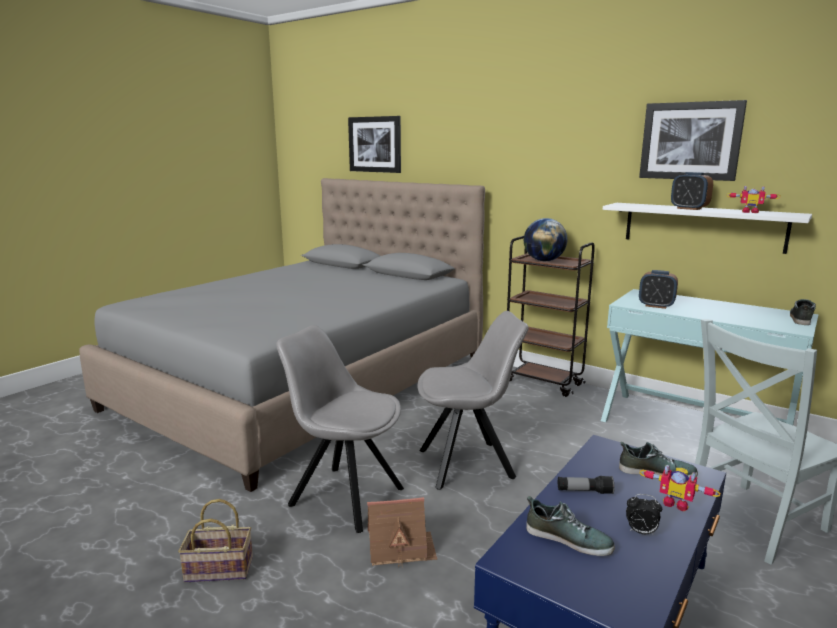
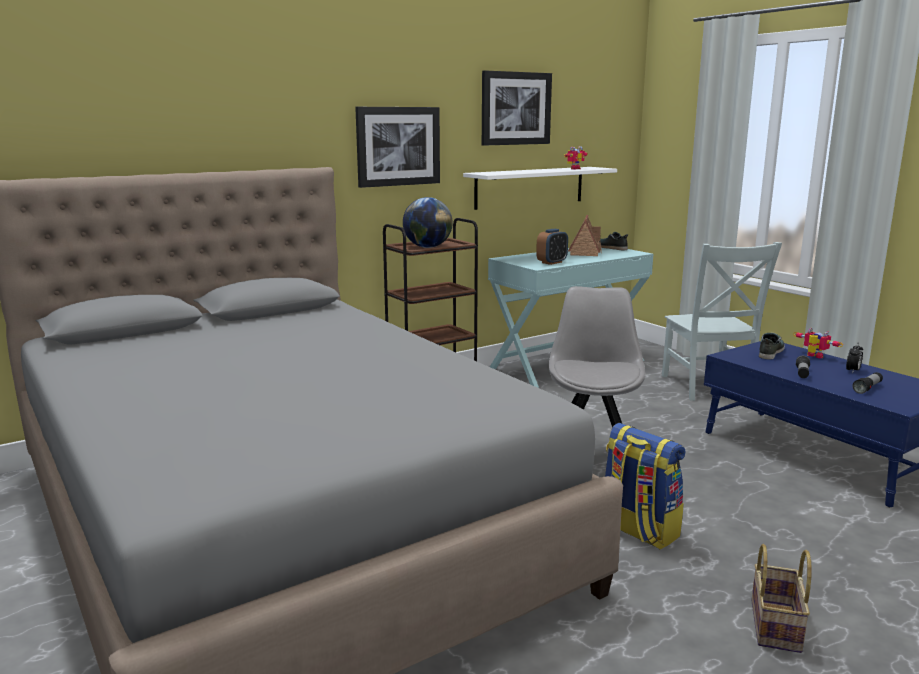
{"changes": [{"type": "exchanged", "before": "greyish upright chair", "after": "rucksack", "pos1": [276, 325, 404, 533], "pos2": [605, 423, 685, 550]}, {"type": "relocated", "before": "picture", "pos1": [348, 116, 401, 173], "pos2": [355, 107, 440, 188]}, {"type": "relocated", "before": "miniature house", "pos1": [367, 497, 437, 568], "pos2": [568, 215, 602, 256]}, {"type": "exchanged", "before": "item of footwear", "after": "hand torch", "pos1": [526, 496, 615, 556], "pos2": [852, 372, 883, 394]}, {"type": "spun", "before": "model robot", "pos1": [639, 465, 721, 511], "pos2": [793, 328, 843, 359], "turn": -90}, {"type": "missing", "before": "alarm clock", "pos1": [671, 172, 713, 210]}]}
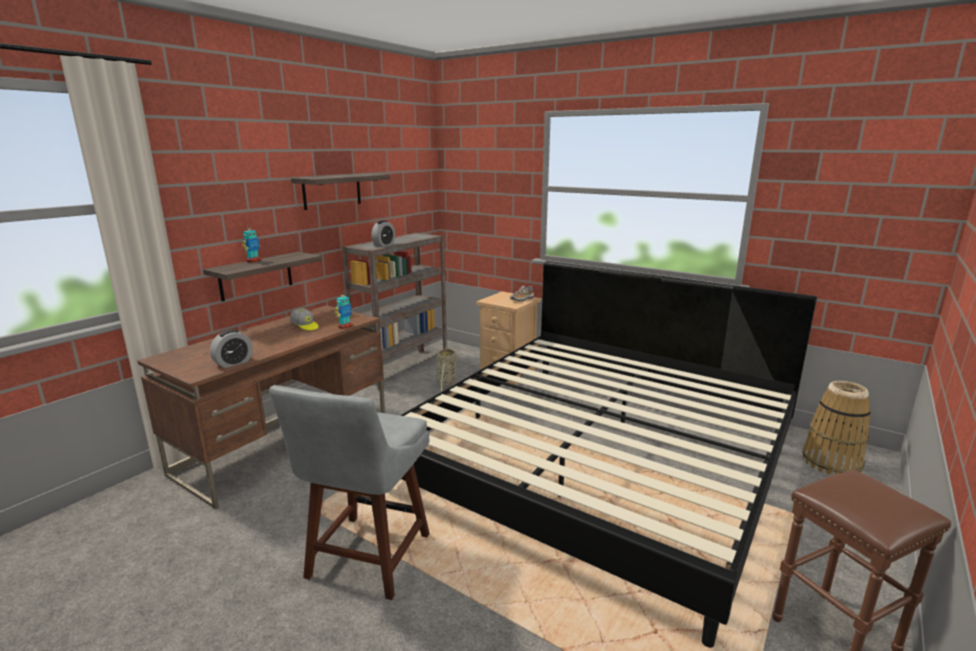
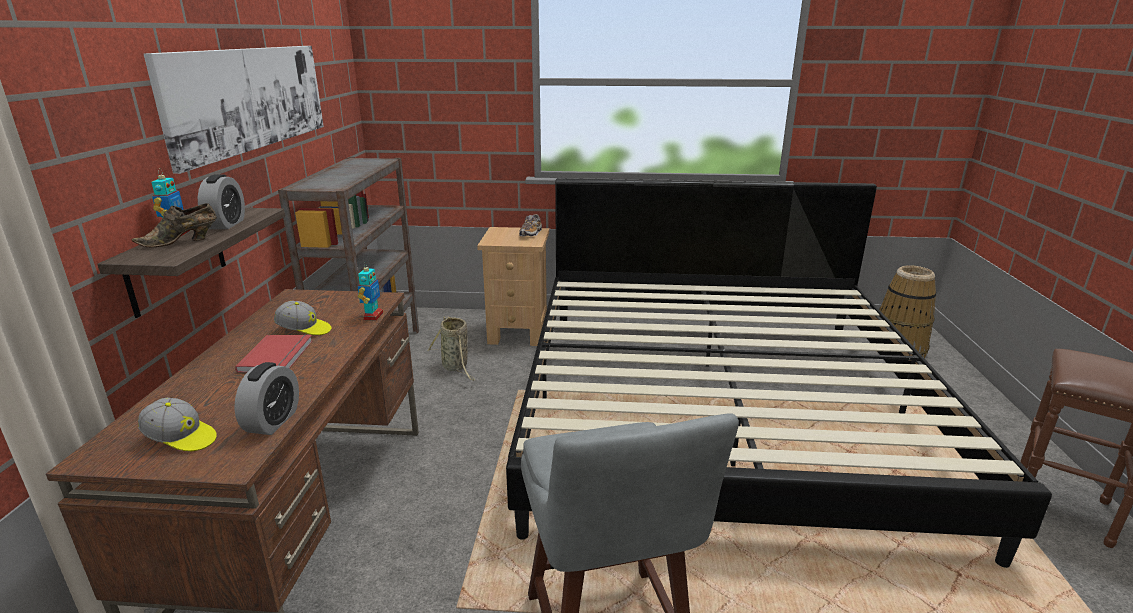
{"changes": [{"type": "exchanged", "before": "wall shelf", "after": "picture", "pos1": [291, 174, 390, 210], "pos2": [144, 46, 324, 174]}, {"type": "relocated", "before": "alarm clock", "pos1": [372, 220, 395, 246], "pos2": [198, 174, 245, 229]}, {"type": "appeared", "after": "brownish item of footwear", "pos2": [131, 203, 217, 247]}, {"type": "appeared", "after": "cap", "pos2": [138, 398, 217, 451]}, {"type": "appeared", "after": "reddish book", "pos2": [235, 335, 312, 373]}]}
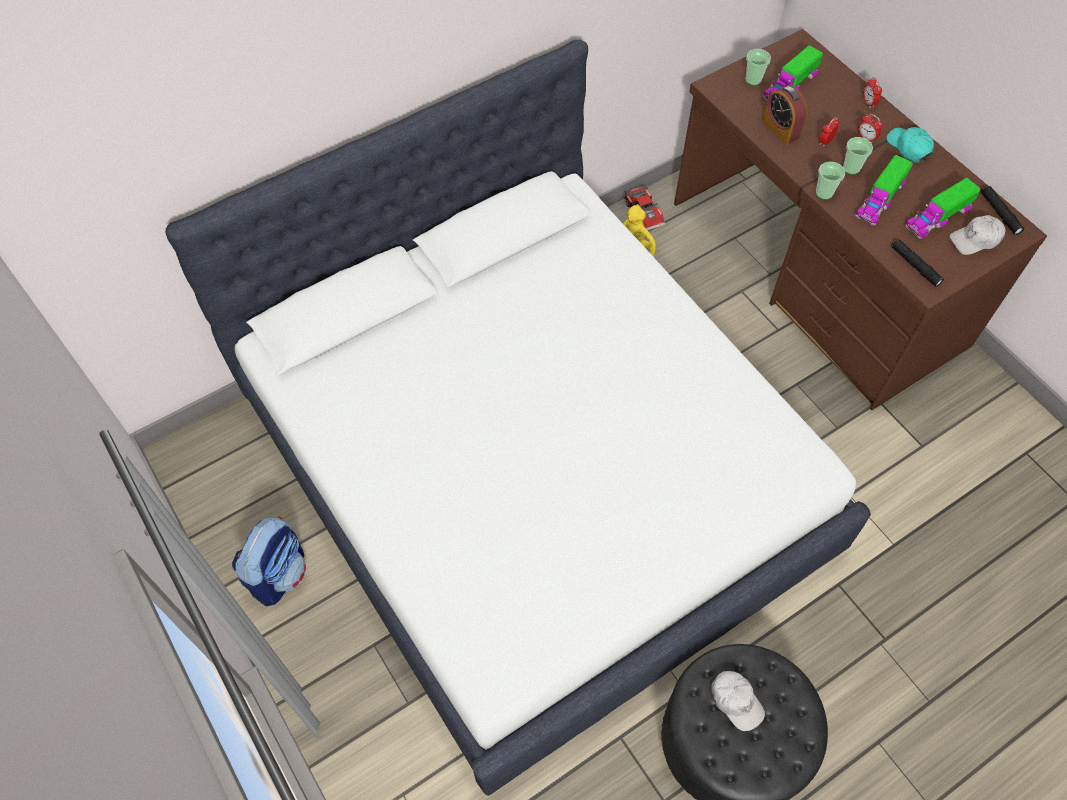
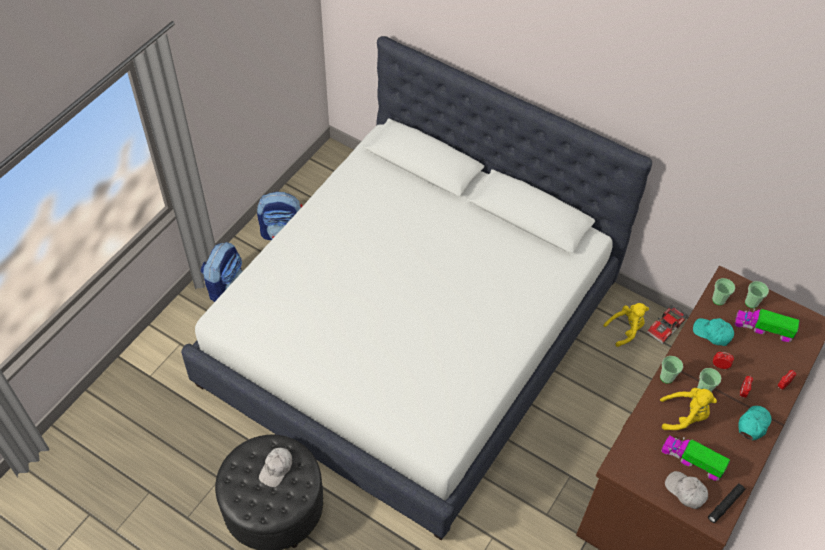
{"changes": [{"type": "exchanged", "before": "alarm clock", "after": "blue-green cap", "pos1": [762, 86, 807, 145], "pos2": [693, 318, 734, 346]}, {"type": "exchanged", "before": "toy truck", "after": "yellowish soft toy", "pos1": [855, 155, 913, 226], "pos2": [660, 388, 717, 430]}, {"type": "missing", "before": "black-coloured hand torch", "pos1": [891, 239, 944, 287]}, {"type": "appeared", "after": "rucksack", "pos2": [201, 242, 243, 302]}, {"type": "appeared", "after": "cup", "pos2": [712, 278, 735, 305]}]}
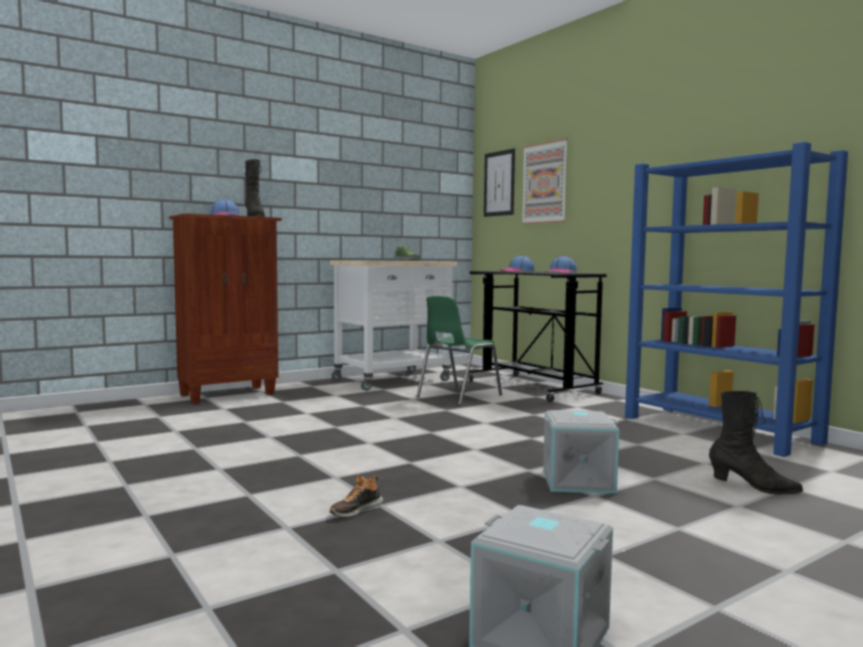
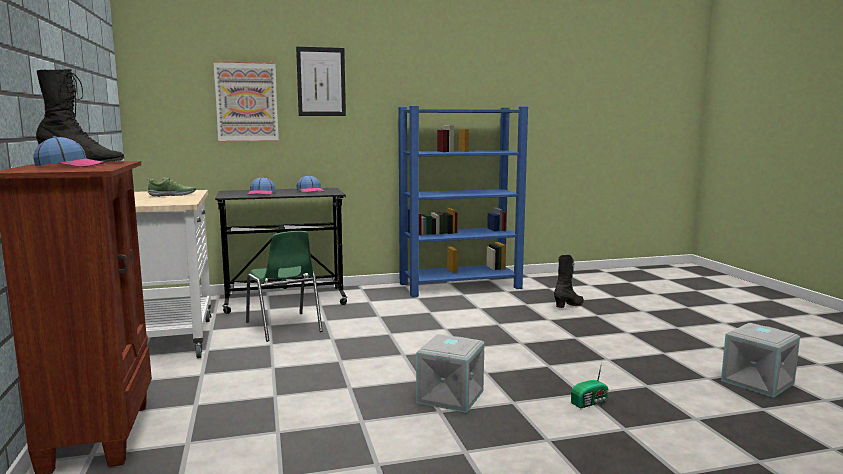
{"changes": [{"type": "exchanged", "before": "item of footwear", "after": "radio", "pos1": [329, 475, 383, 517], "pos2": [571, 362, 609, 408]}, {"type": "relocated", "before": "picture", "pos1": [484, 148, 515, 217], "pos2": [296, 47, 346, 116]}, {"type": "relocated", "before": "greyish storage container", "pos1": [543, 410, 619, 494], "pos2": [416, 334, 484, 413]}]}
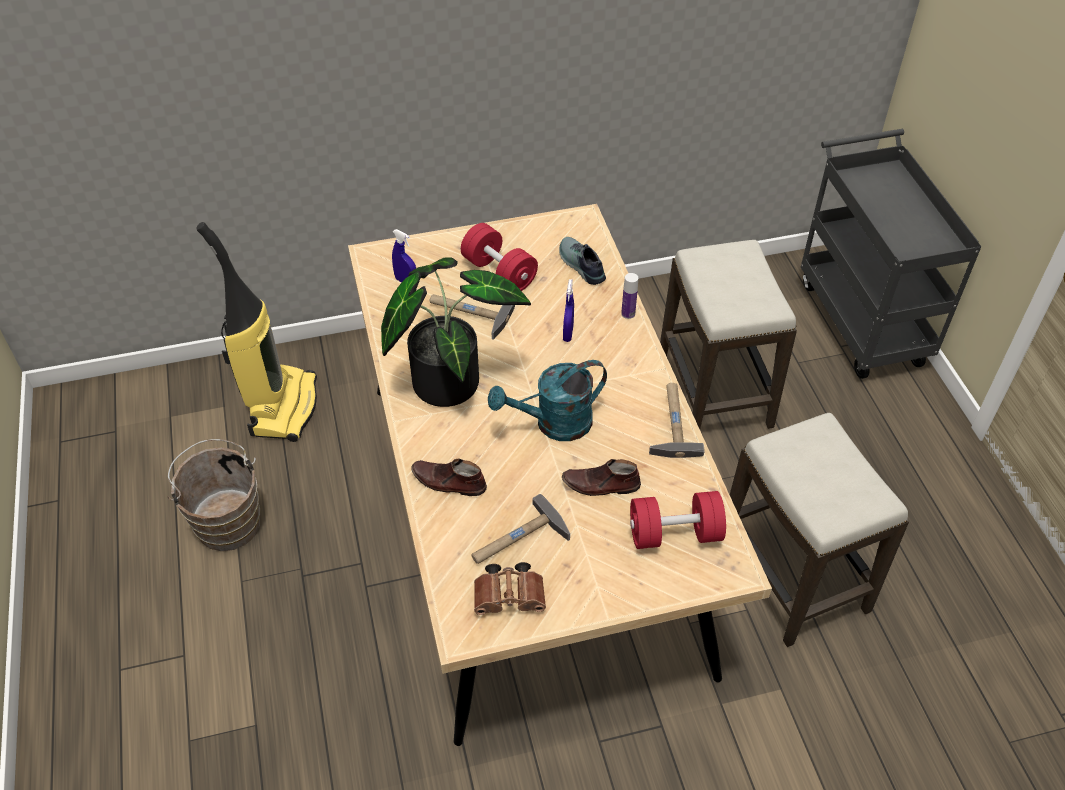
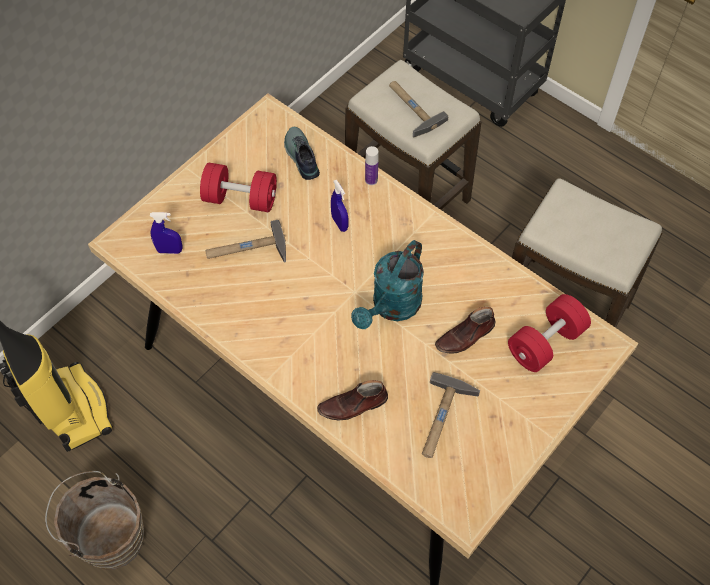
{"changes": [{"type": "missing", "before": "potted plant", "pos1": [381, 257, 531, 407]}, {"type": "missing", "before": "brownish binoculars", "pos1": [474, 562, 546, 615]}, {"type": "spun", "before": "item of footwear", "pos1": [559, 237, 606, 285], "pos2": [284, 127, 320, 180], "turn": 45}, {"type": "relocated", "before": "hand hammer", "pos1": [649, 383, 704, 458], "pos2": [389, 81, 449, 137]}]}
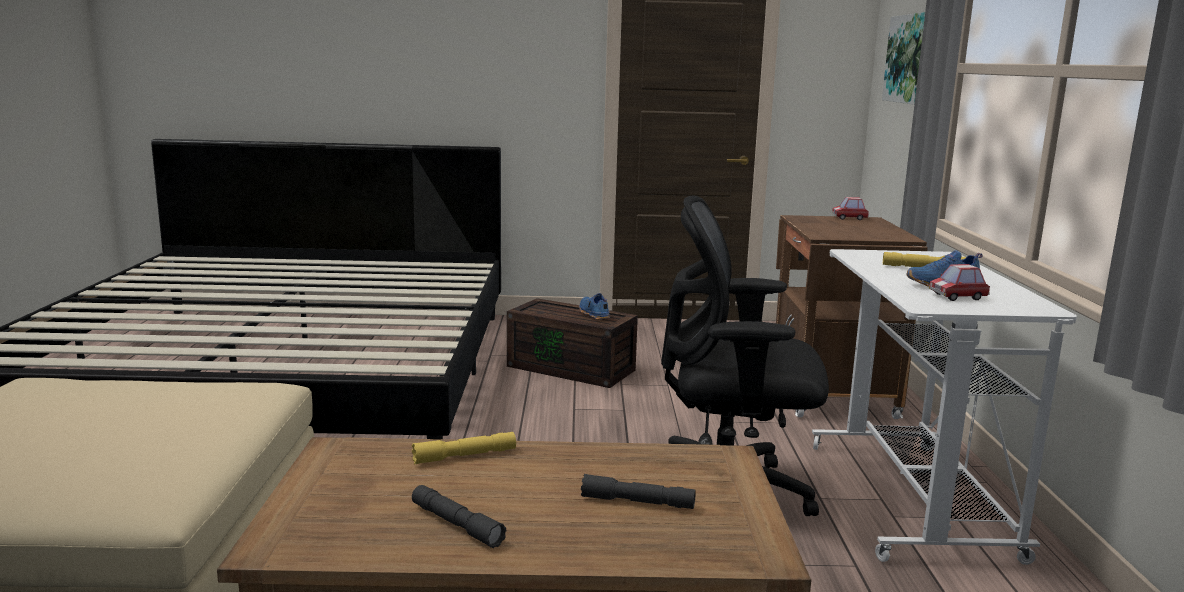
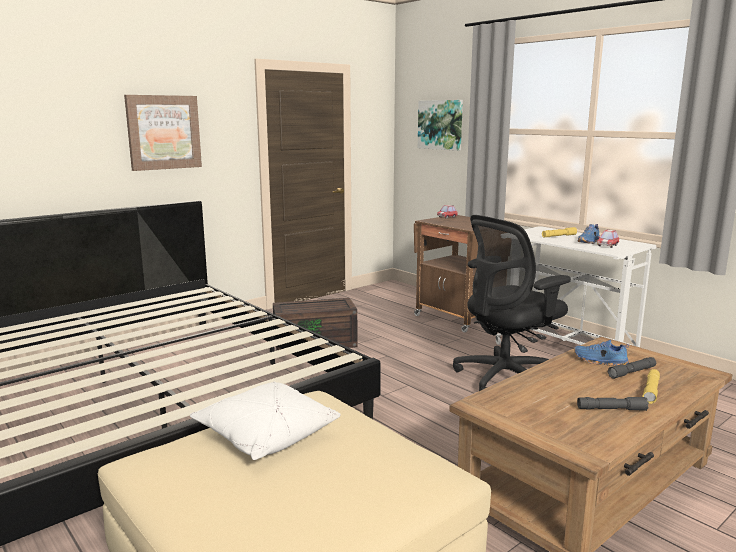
{"changes": [{"type": "relocated", "before": "yellowish hand torch", "pos1": [412, 432, 516, 464], "pos2": [642, 369, 660, 404]}, {"type": "relocated", "before": "bluish item of footwear", "pos1": [579, 293, 610, 320], "pos2": [574, 340, 629, 366]}, {"type": "appeared", "after": "picture", "pos2": [124, 95, 202, 171]}, {"type": "appeared", "after": "white throw pillow", "pos2": [190, 382, 341, 460]}]}
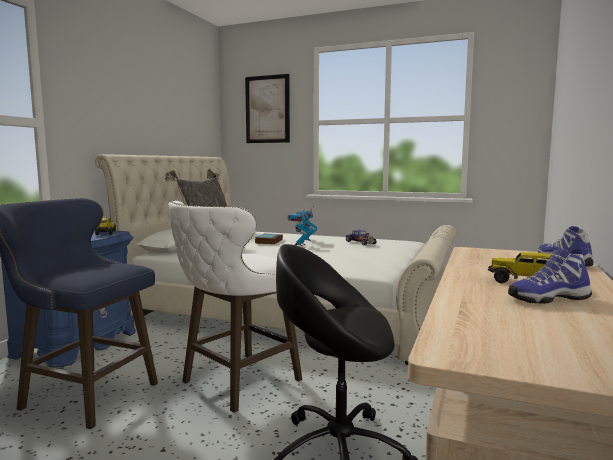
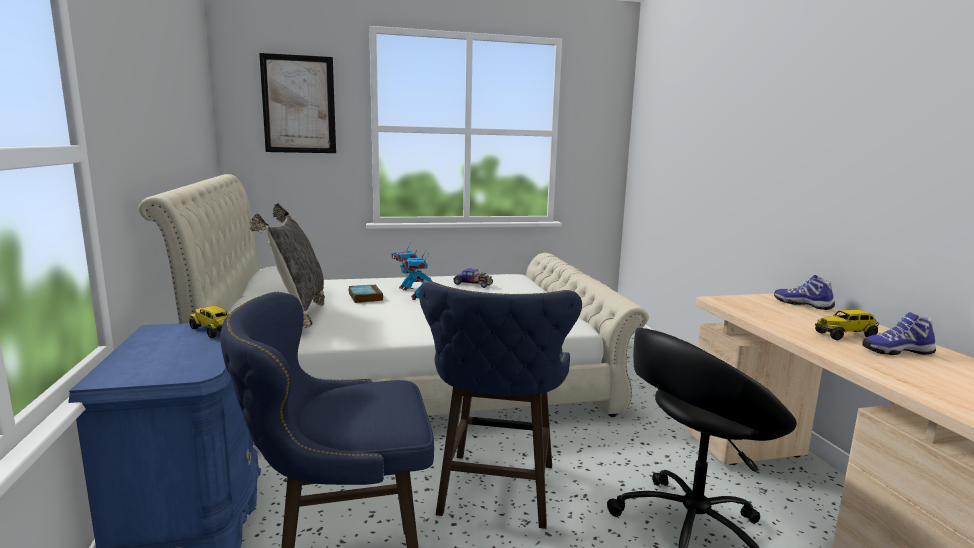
{"changes": [{"type": "colour", "before": "white stool seat", "after": "bluish stool seat", "pos1": [168, 200, 302, 413], "pos2": [419, 281, 582, 529]}, {"type": "spun", "before": "item of footwear", "pos1": [508, 248, 592, 304], "pos2": [862, 312, 936, 355], "turn": 45}]}
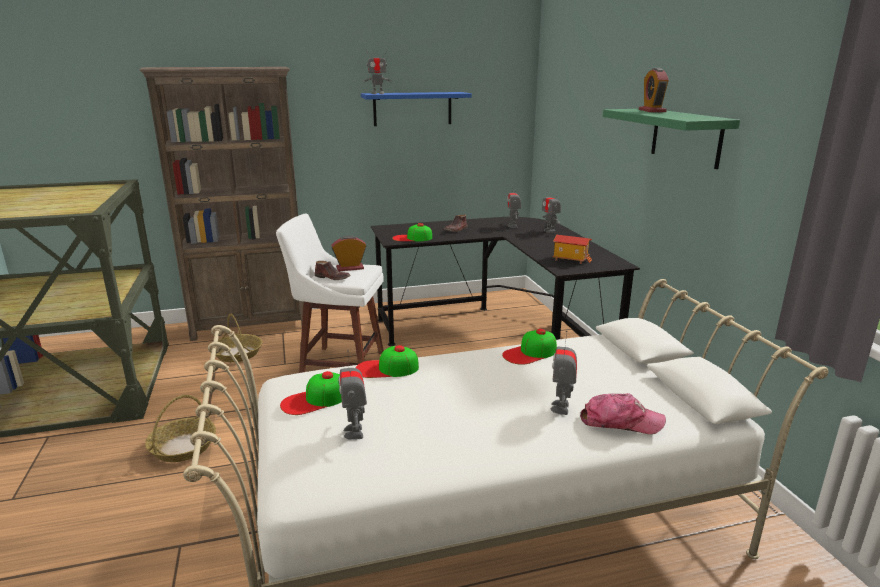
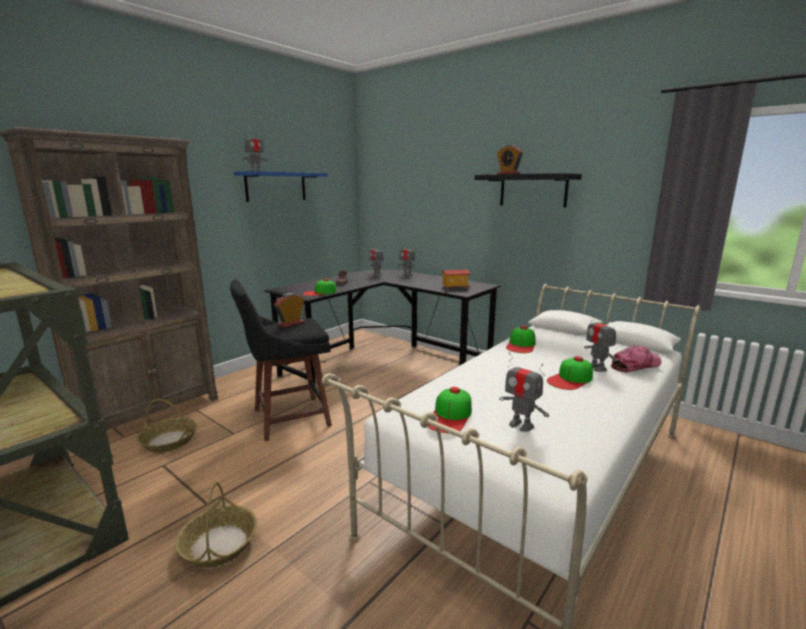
{"changes": [{"type": "colour", "before": "white stool seat", "after": "black-coloured stool seat", "pos1": [276, 214, 384, 373], "pos2": [230, 280, 332, 441]}, {"type": "missing", "before": "brownish item of footwear", "pos1": [315, 261, 351, 280]}, {"type": "relocated", "before": "cap", "pos1": [356, 345, 419, 378], "pos2": [547, 356, 593, 390]}, {"type": "colour", "before": "green-coloured wall shelf", "after": "black-coloured wall shelf", "pos1": [603, 109, 740, 169], "pos2": [475, 173, 582, 207]}]}
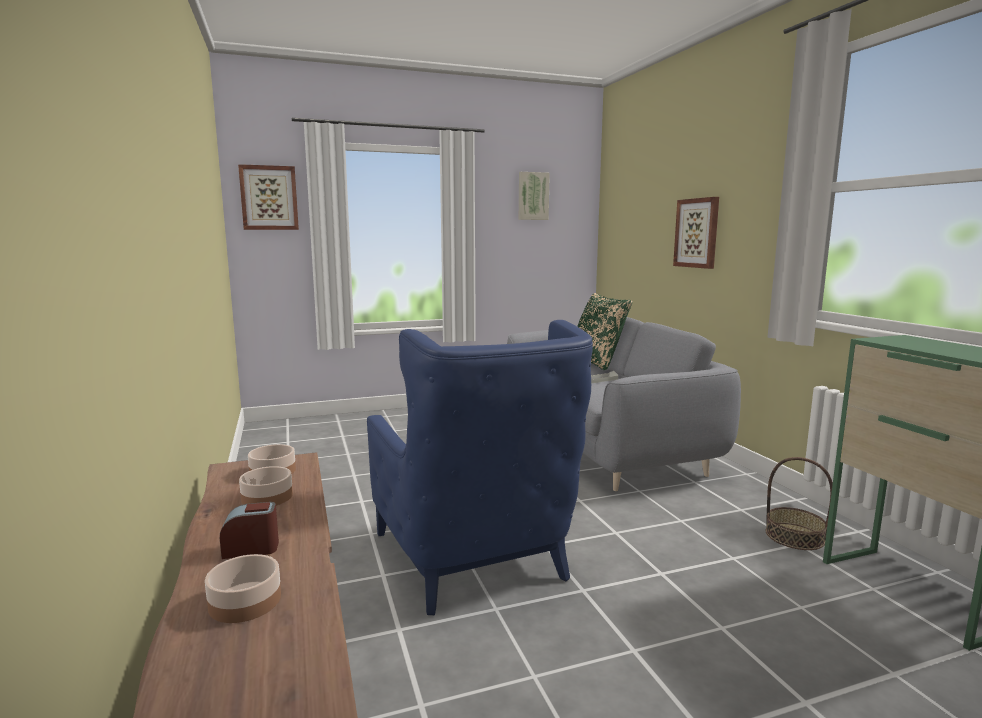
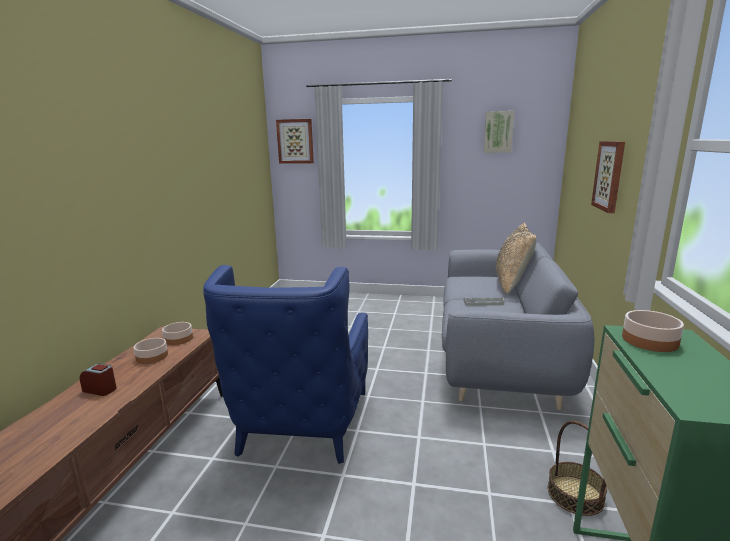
{"changes": [{"type": "relocated", "before": "serving bowl", "pos1": [205, 554, 281, 623], "pos2": [622, 310, 684, 352]}, {"type": "colour", "before": "green-coloured throw pillow", "after": "sand-coloured throw pillow", "pos1": [577, 293, 632, 370], "pos2": [496, 222, 537, 294]}]}
